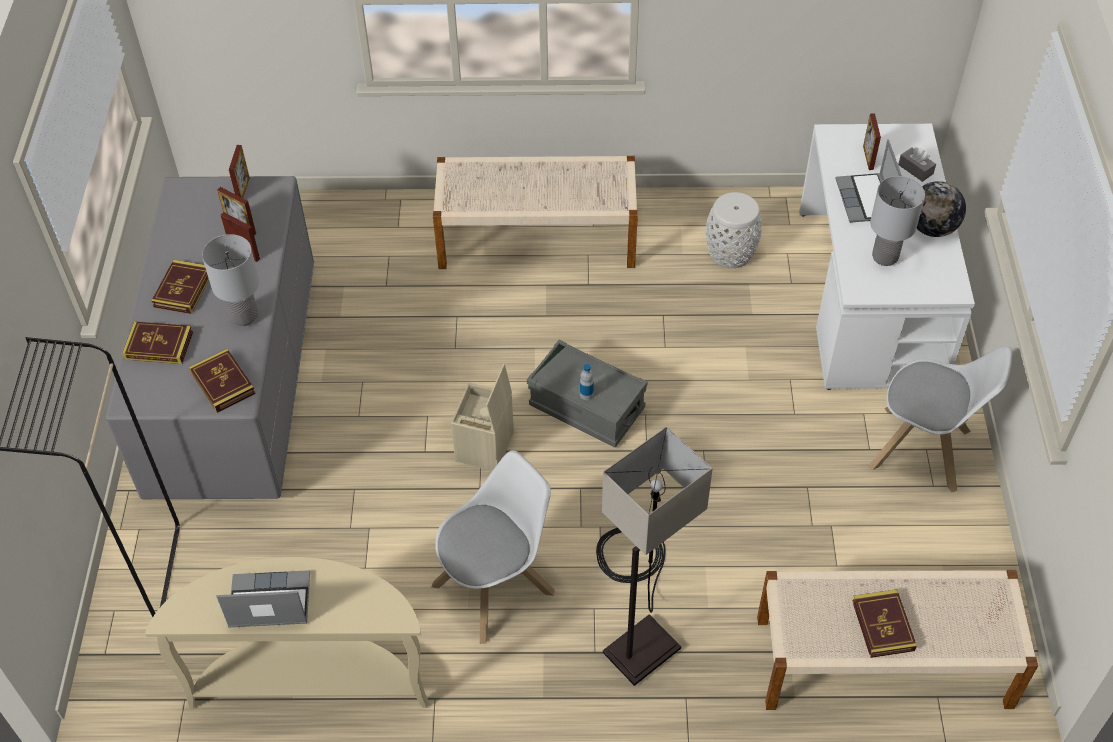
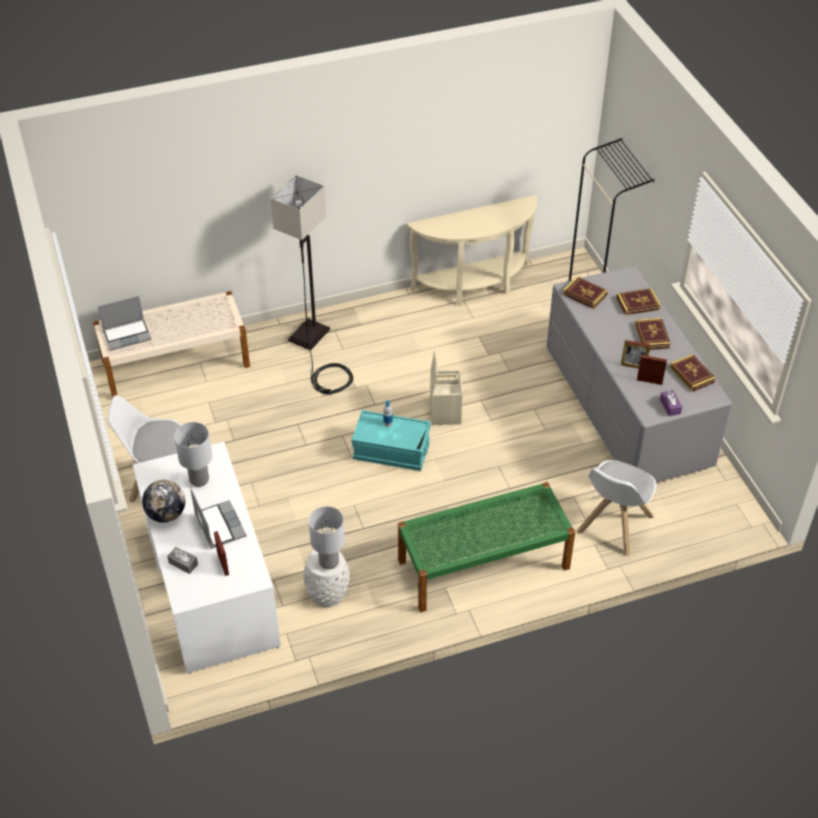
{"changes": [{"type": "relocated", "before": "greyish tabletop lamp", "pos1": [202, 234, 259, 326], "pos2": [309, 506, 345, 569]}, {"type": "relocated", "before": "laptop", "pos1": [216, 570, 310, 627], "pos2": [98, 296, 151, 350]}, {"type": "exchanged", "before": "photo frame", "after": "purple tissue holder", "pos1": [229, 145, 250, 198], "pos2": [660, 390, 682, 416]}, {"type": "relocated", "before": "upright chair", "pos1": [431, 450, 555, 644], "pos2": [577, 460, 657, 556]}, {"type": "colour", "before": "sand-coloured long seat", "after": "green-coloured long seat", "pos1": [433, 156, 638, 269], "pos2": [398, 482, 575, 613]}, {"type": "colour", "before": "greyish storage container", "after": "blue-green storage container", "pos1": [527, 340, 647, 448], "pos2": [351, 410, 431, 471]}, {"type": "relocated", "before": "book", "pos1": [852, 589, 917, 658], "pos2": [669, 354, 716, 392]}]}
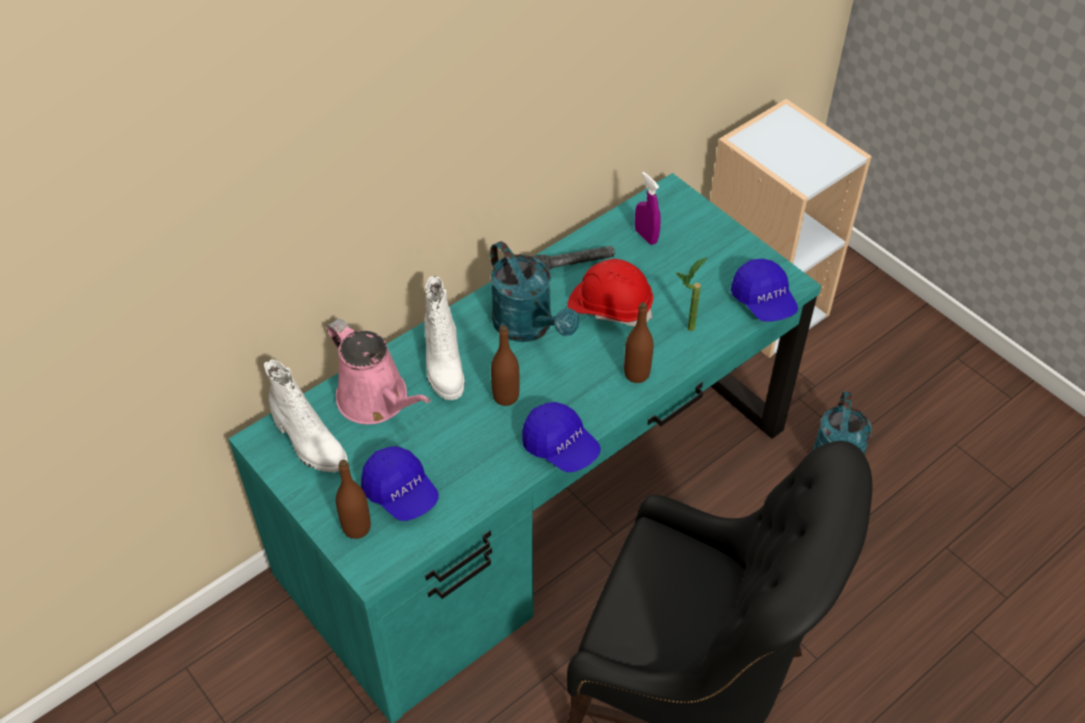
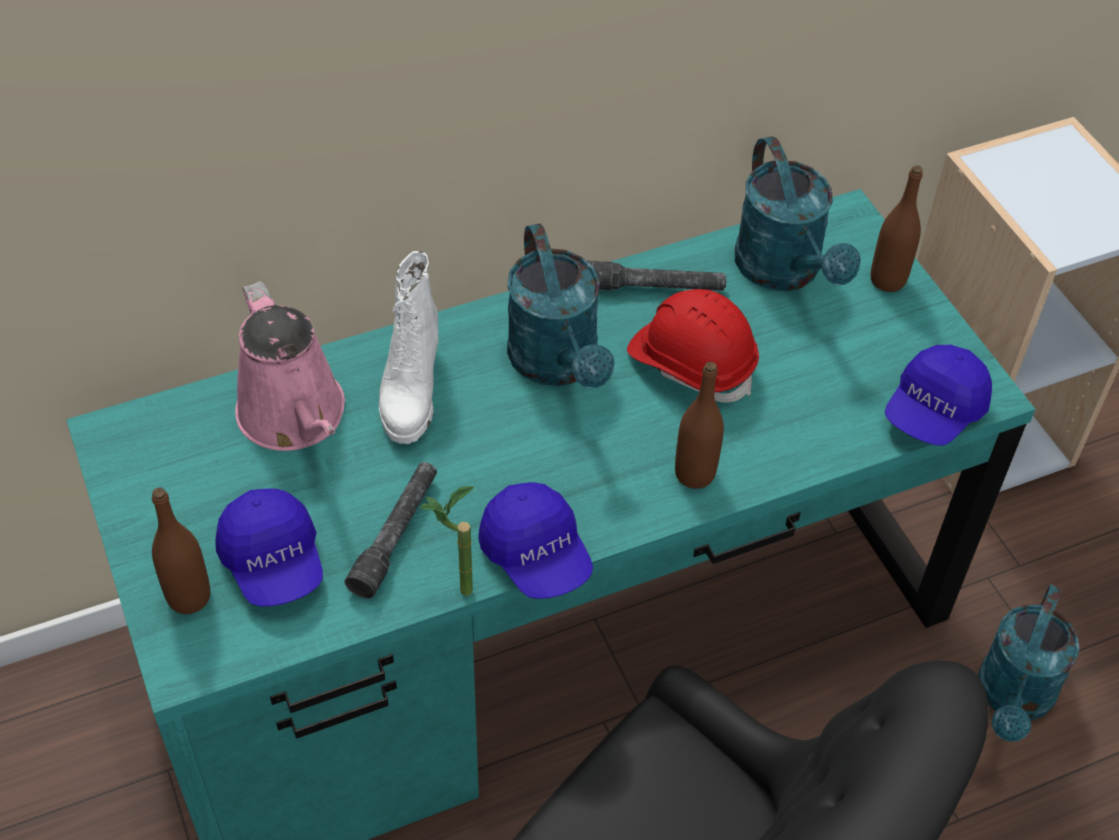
{"changes": [{"type": "missing", "before": "white tall boot", "pos1": [264, 360, 348, 473]}, {"type": "relocated", "before": "brownish drink bottle", "pos1": [491, 325, 519, 406], "pos2": [871, 165, 923, 292]}, {"type": "exchanged", "before": "purple sprayer", "after": "blue-green sprinkling can", "pos1": [635, 172, 661, 245], "pos2": [735, 136, 861, 291]}, {"type": "relocated", "before": "potted plant", "pos1": [675, 257, 708, 331], "pos2": [420, 486, 474, 596]}, {"type": "spun", "before": "bluish cap", "pos1": [731, 259, 798, 322], "pos2": [885, 345, 992, 445], "turn": 45}, {"type": "appeared", "after": "greyish hand torch", "pos2": [344, 462, 437, 599]}]}
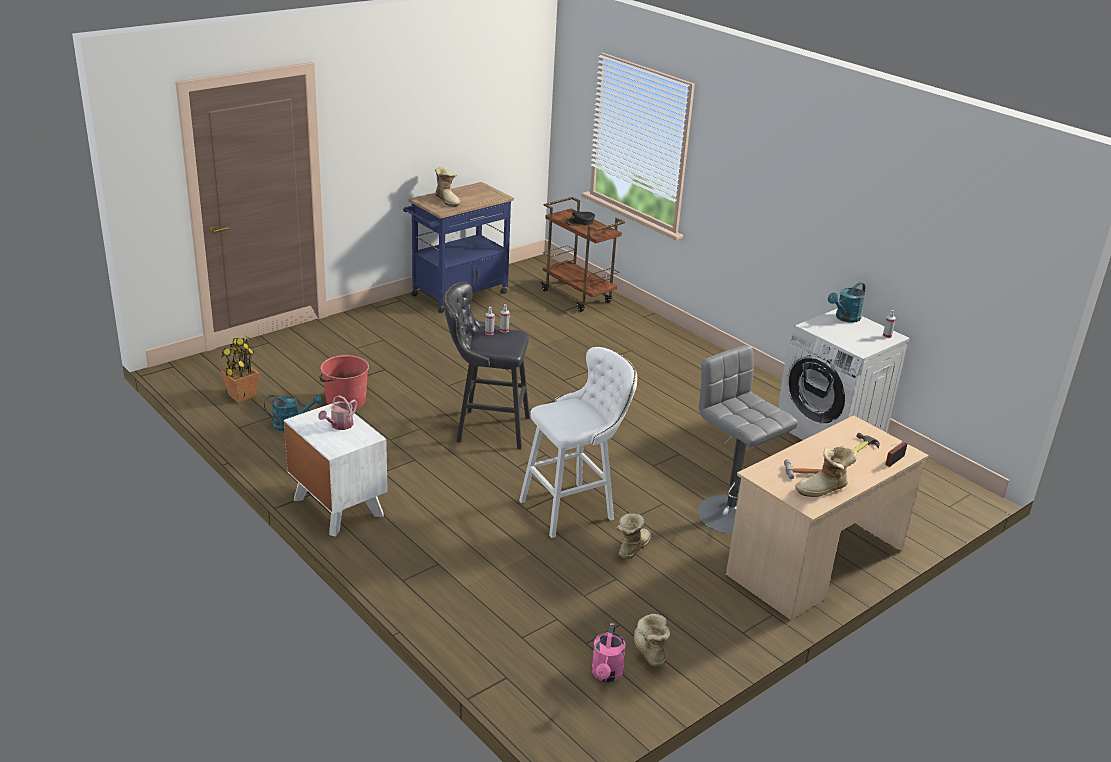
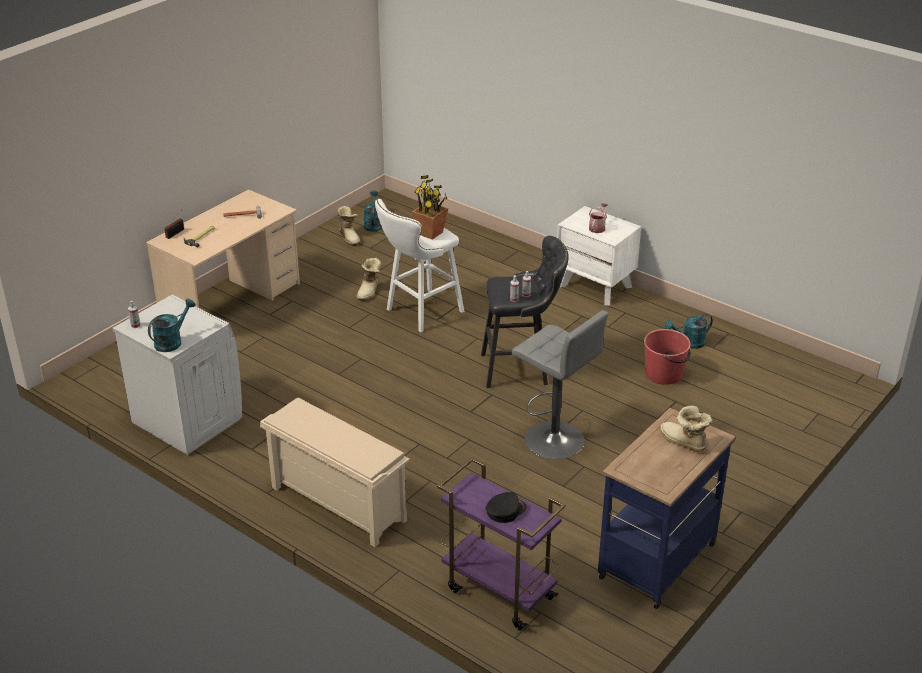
{"changes": [{"type": "relocated", "before": "potted plant", "pos1": [220, 334, 259, 403], "pos2": [412, 175, 448, 240]}, {"type": "colour", "before": "brownish wheeled cart", "after": "purple wheeled cart", "pos1": [540, 197, 625, 312], "pos2": [437, 457, 566, 631]}, {"type": "colour", "before": "pink-coloured sprinkling can", "after": "blue-green sprinkling can", "pos1": [591, 623, 626, 682], "pos2": [364, 190, 382, 232]}, {"type": "relocated", "before": "greyish stool seat", "pos1": [698, 345, 798, 534], "pos2": [512, 310, 609, 459]}, {"type": "missing", "before": "tall boot", "pos1": [795, 445, 857, 497]}, {"type": "appeared", "after": "sand-coloured shoe shelf", "pos2": [260, 398, 410, 547]}]}
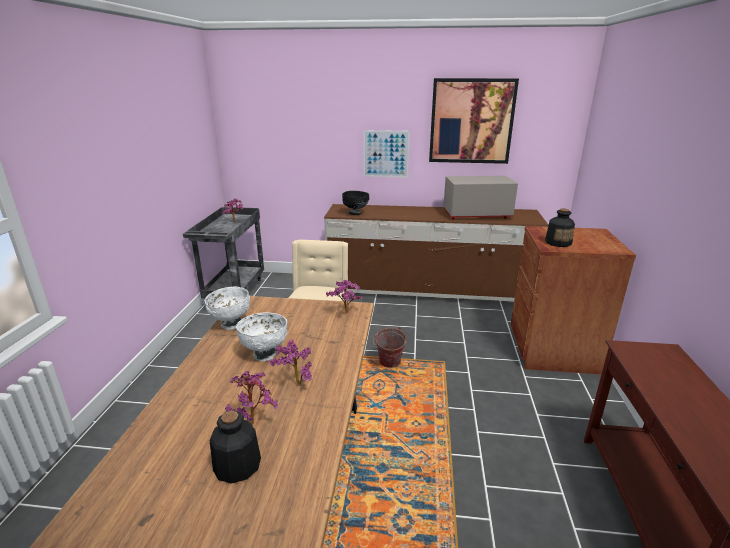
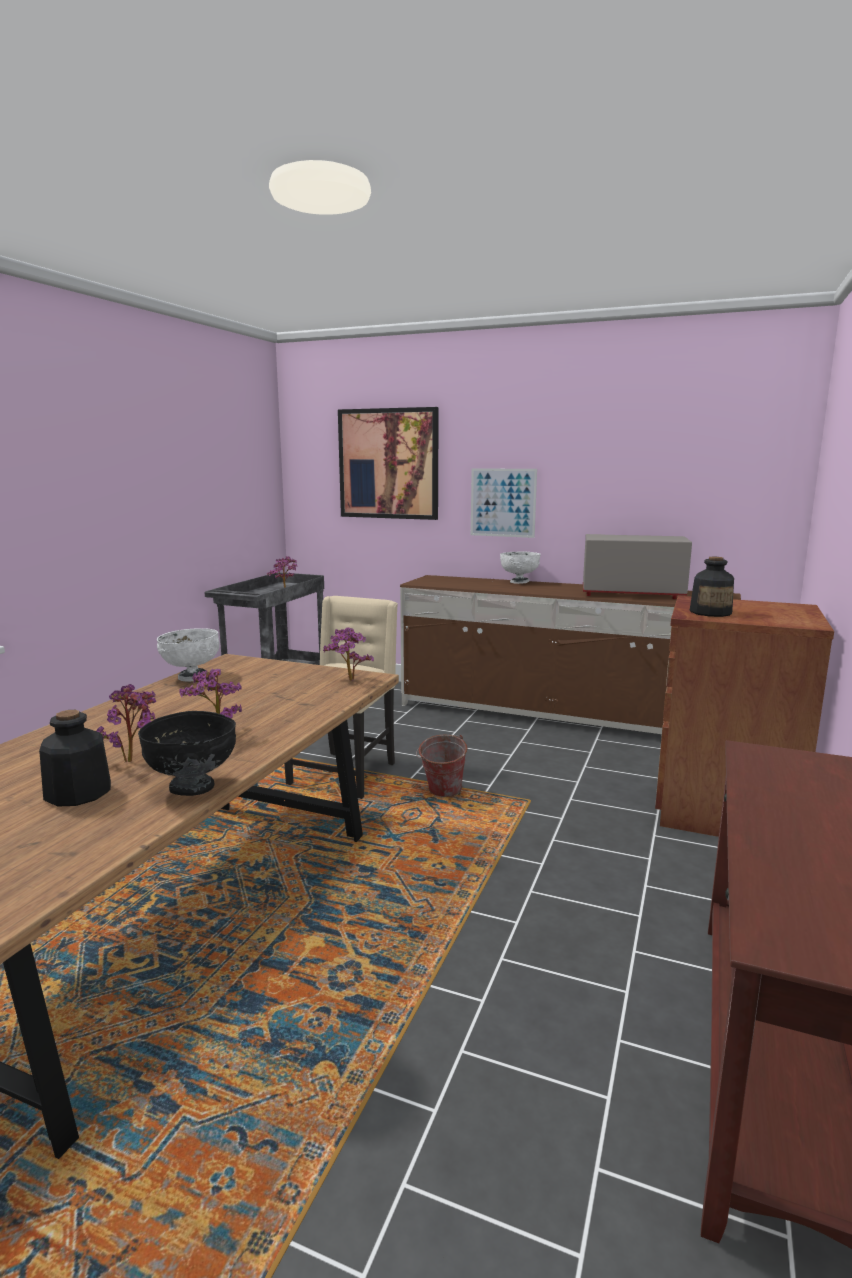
{"changes": [{"type": "relocated", "before": "white serving bowl", "pos1": [236, 312, 287, 361], "pos2": [500, 551, 541, 584]}, {"type": "relocated", "before": "black-coloured serving bowl", "pos1": [342, 191, 369, 215], "pos2": [138, 711, 236, 796]}, {"type": "relocated", "before": "picture", "pos1": [429, 78, 519, 164], "pos2": [338, 407, 439, 520]}]}
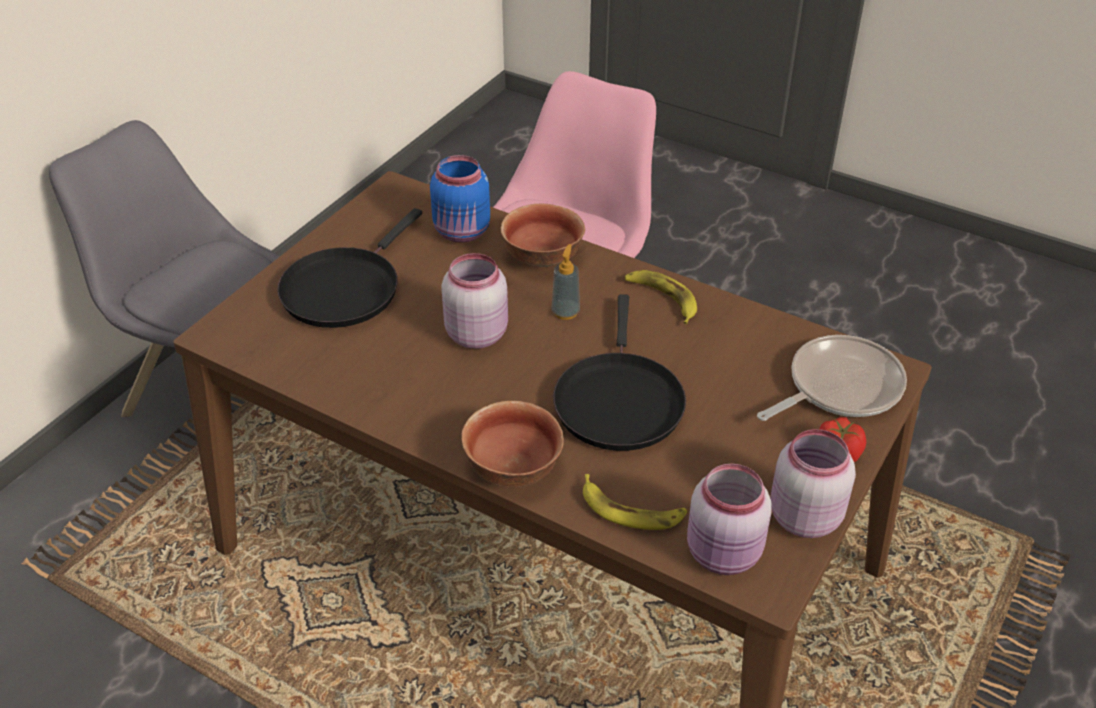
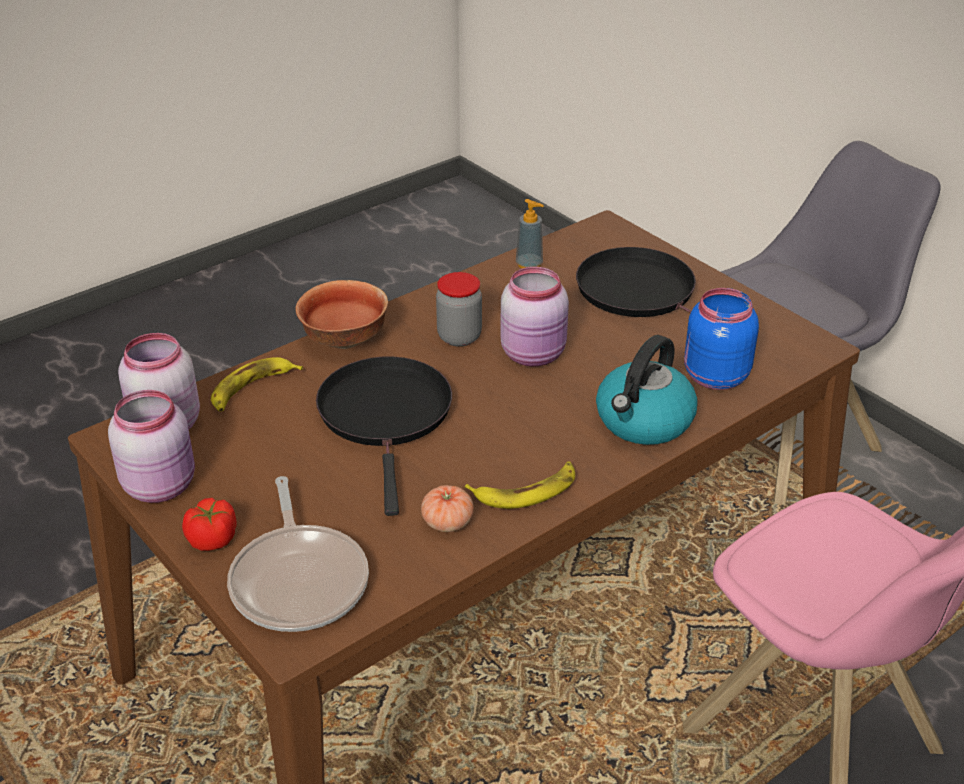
{"changes": [{"type": "exchanged", "before": "serving bowl", "after": "tea kettle", "pos1": [501, 204, 585, 267], "pos2": [596, 335, 698, 445]}, {"type": "relocated", "before": "soap dispenser", "pos1": [551, 244, 580, 320], "pos2": [516, 199, 544, 269]}, {"type": "spun", "before": "black-coloured skillet", "pos1": [553, 294, 686, 451], "pos2": [316, 357, 452, 516], "turn": 60}, {"type": "appeared", "after": "tomato", "pos2": [421, 485, 474, 532]}, {"type": "appeared", "after": "storage jar", "pos2": [436, 272, 482, 347]}]}
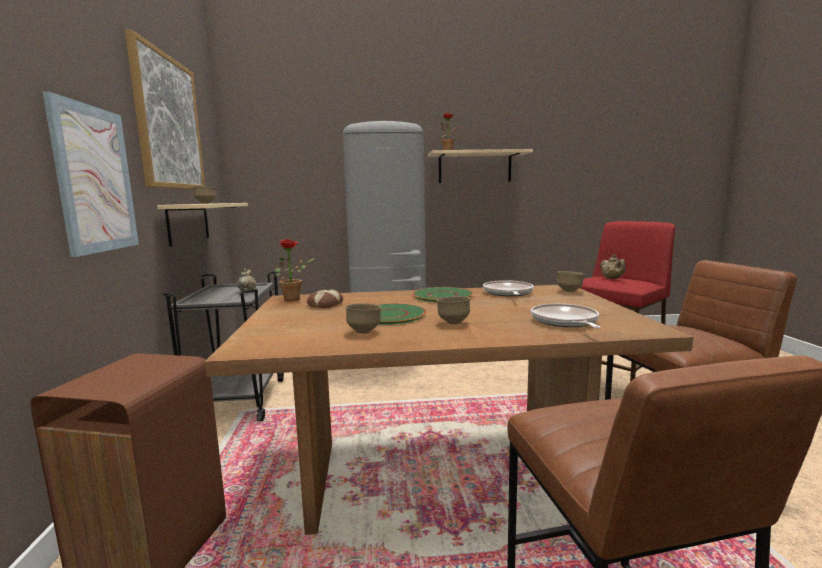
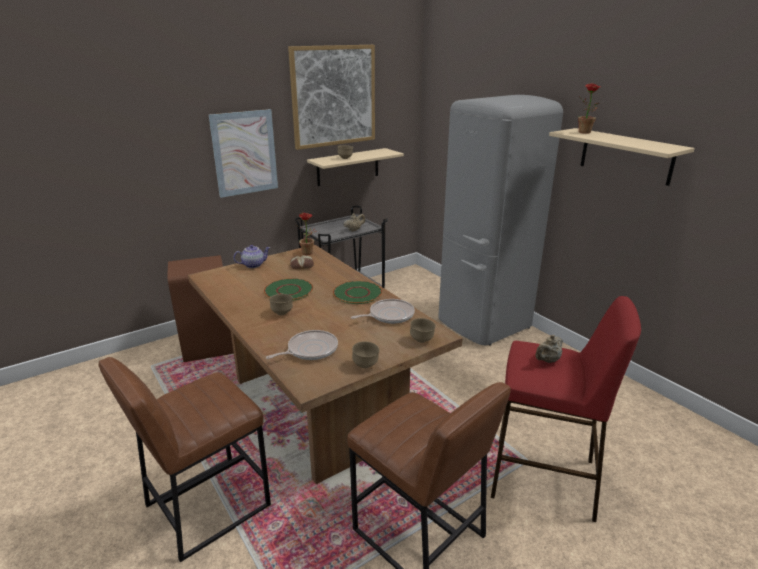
{"changes": [{"type": "relocated", "before": "brownish serving bowl", "pos1": [346, 303, 381, 334], "pos2": [352, 341, 380, 368]}, {"type": "appeared", "after": "teapot", "pos2": [233, 245, 270, 268]}]}
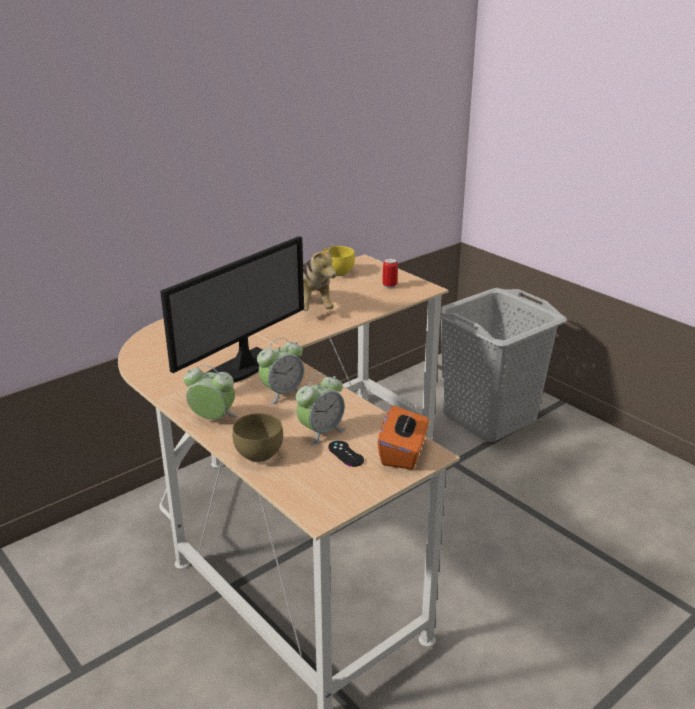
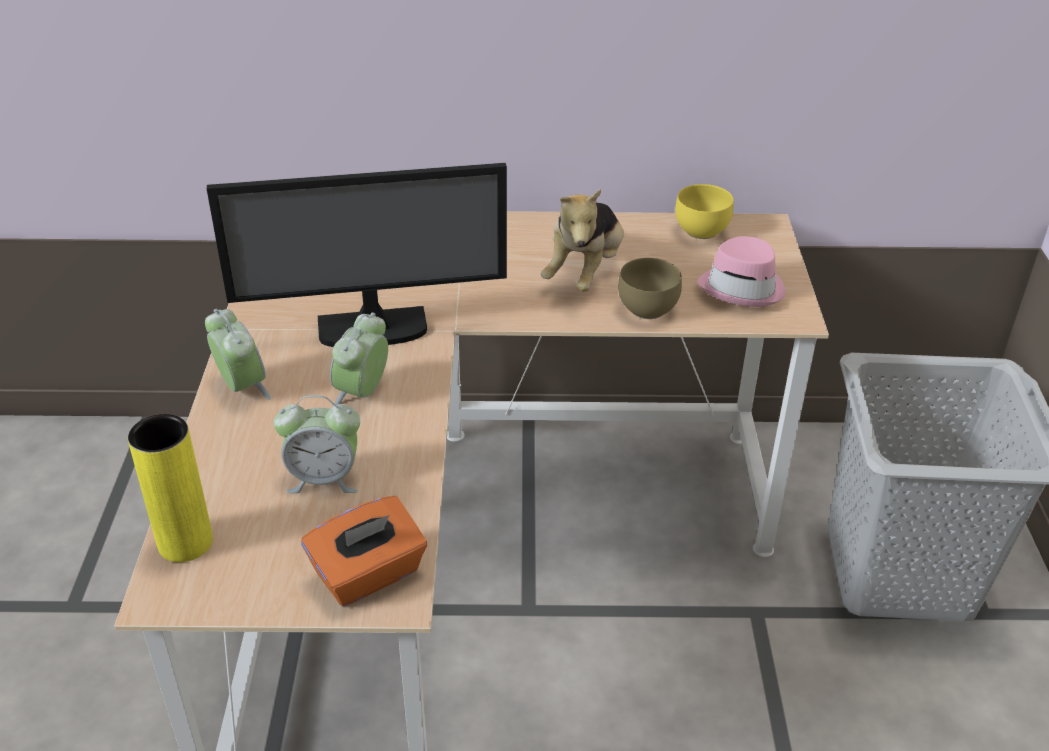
{"changes": [{"type": "relocated", "before": "brownish serving bowl", "pos1": [233, 413, 283, 462], "pos2": [618, 258, 682, 319]}, {"type": "spun", "before": "alarm clock", "pos1": [257, 338, 304, 404], "pos2": [330, 312, 388, 406], "turn": 105}, {"type": "missing", "before": "black-coloured joypad", "pos1": [328, 441, 364, 467]}, {"type": "exchanged", "before": "sealed can", "after": "pink-coloured hat", "pos1": [382, 258, 398, 289], "pos2": [697, 236, 786, 307]}, {"type": "appeared", "after": "yellowish vase", "pos2": [128, 414, 213, 562]}]}
